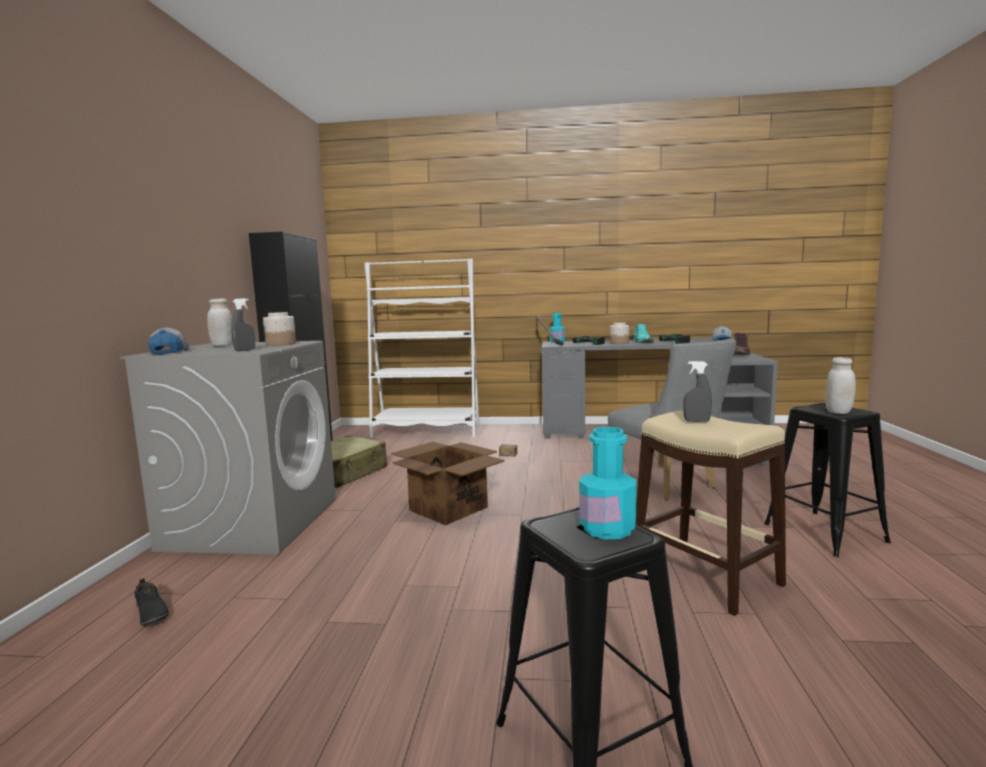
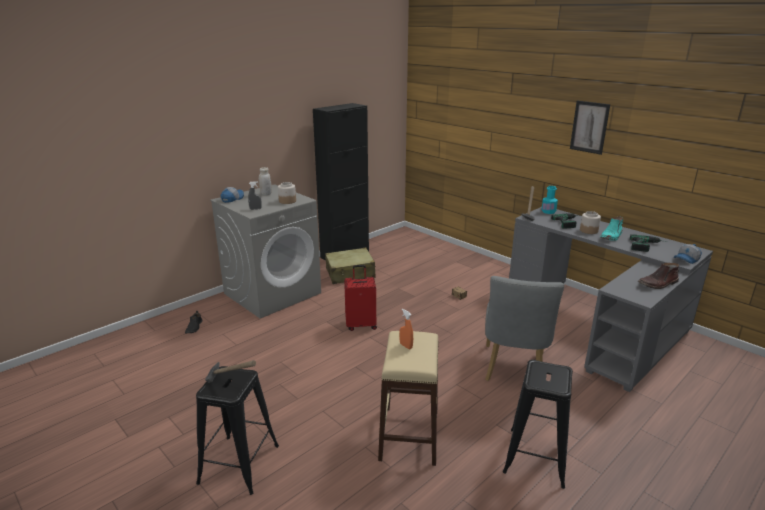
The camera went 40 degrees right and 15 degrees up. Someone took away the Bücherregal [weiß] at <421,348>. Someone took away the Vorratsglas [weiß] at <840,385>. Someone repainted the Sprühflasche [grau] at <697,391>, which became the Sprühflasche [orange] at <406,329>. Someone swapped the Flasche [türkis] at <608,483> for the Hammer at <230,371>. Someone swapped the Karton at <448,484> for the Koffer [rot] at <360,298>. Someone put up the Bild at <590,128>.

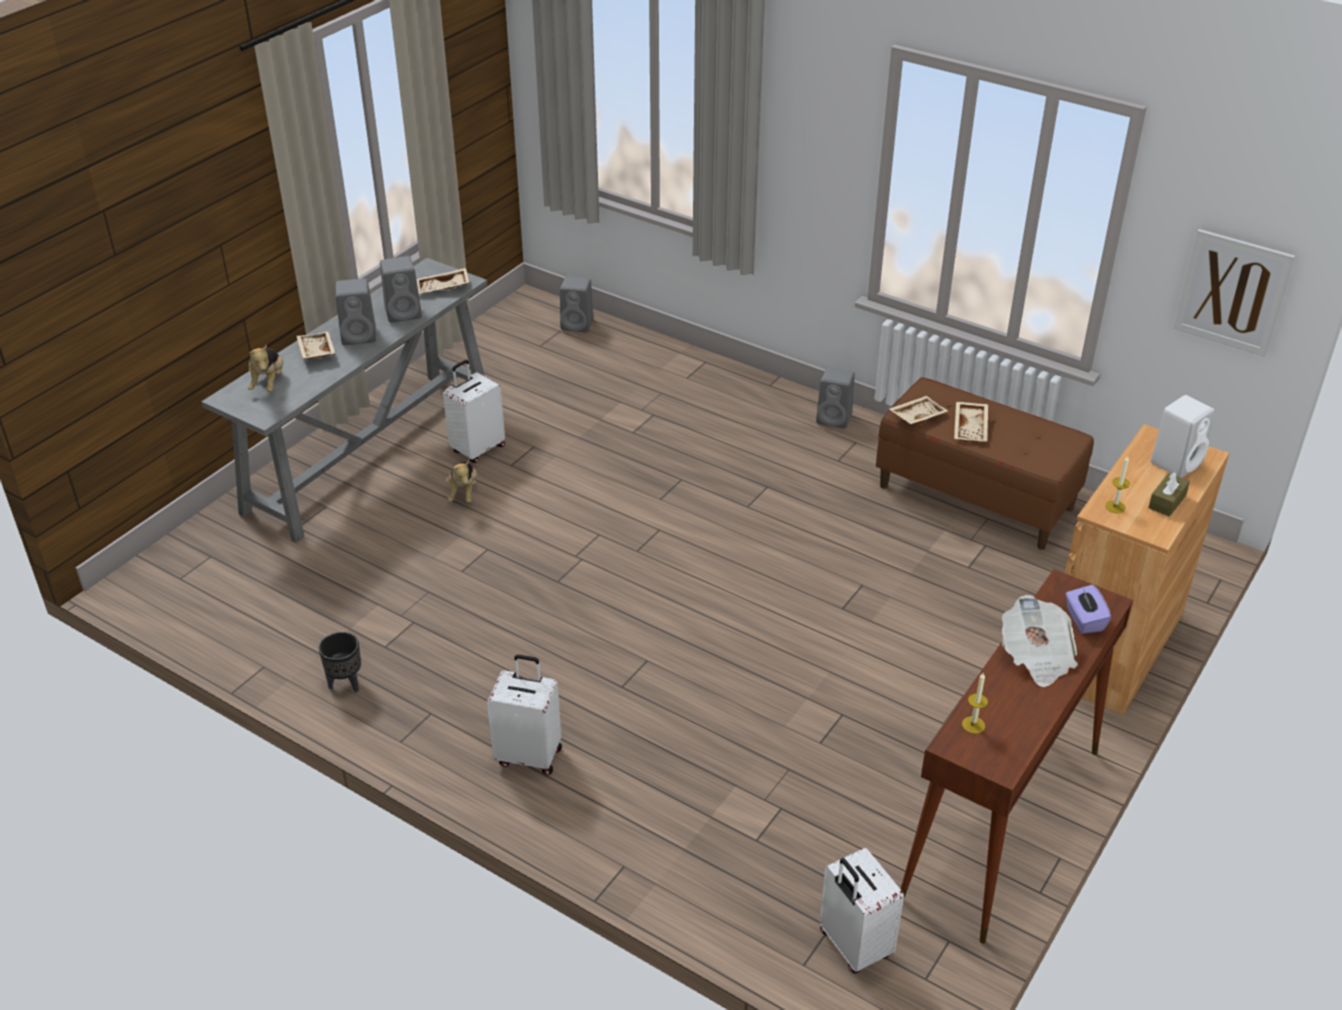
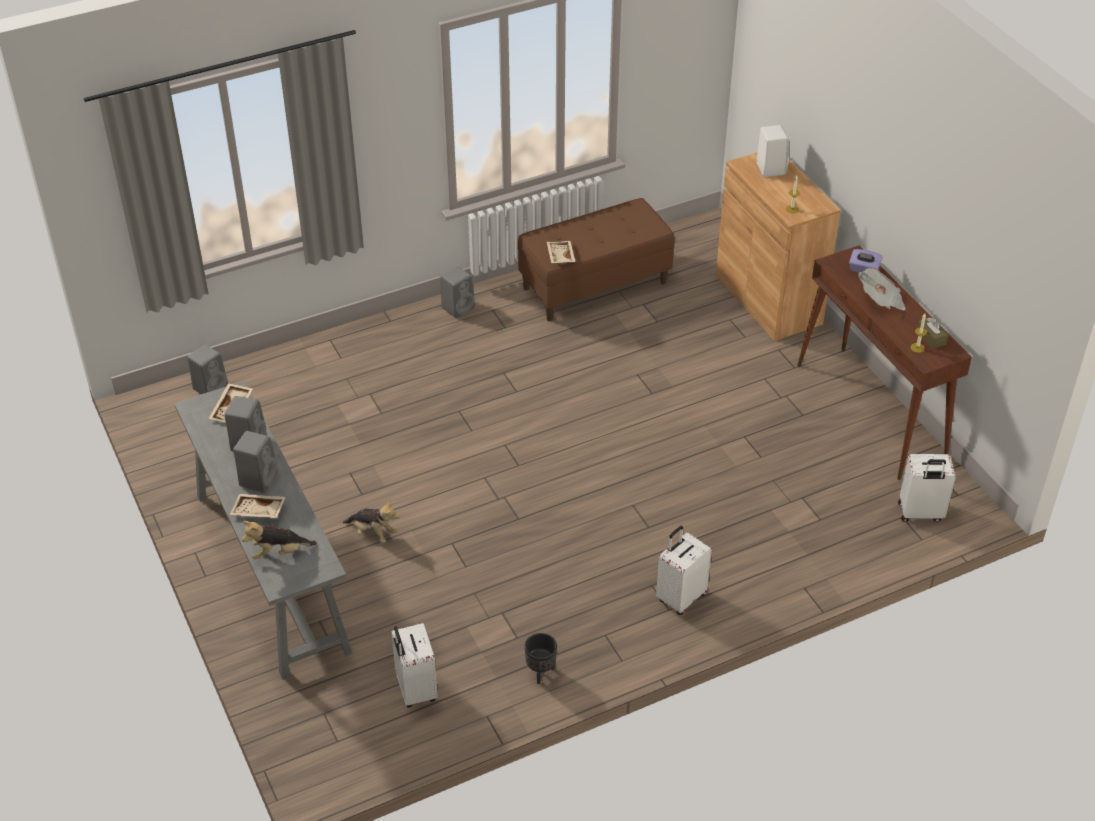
The camera went 60 degrees left and 5 degrees up. Someone took away the Bild at <1234,293>. Someone rotated the Plüschtier at <266,368> by 135 degrees clockwise. Someone carried the Koffer [weiß] from <474,411> to <414,665>. Someone took away the Tablett [beige] at <971,422>. Someone carried the Taschentuchbox [braun] from <1169,494> to <932,332>.

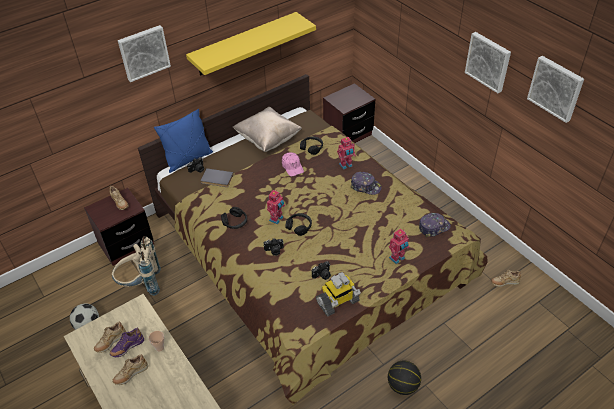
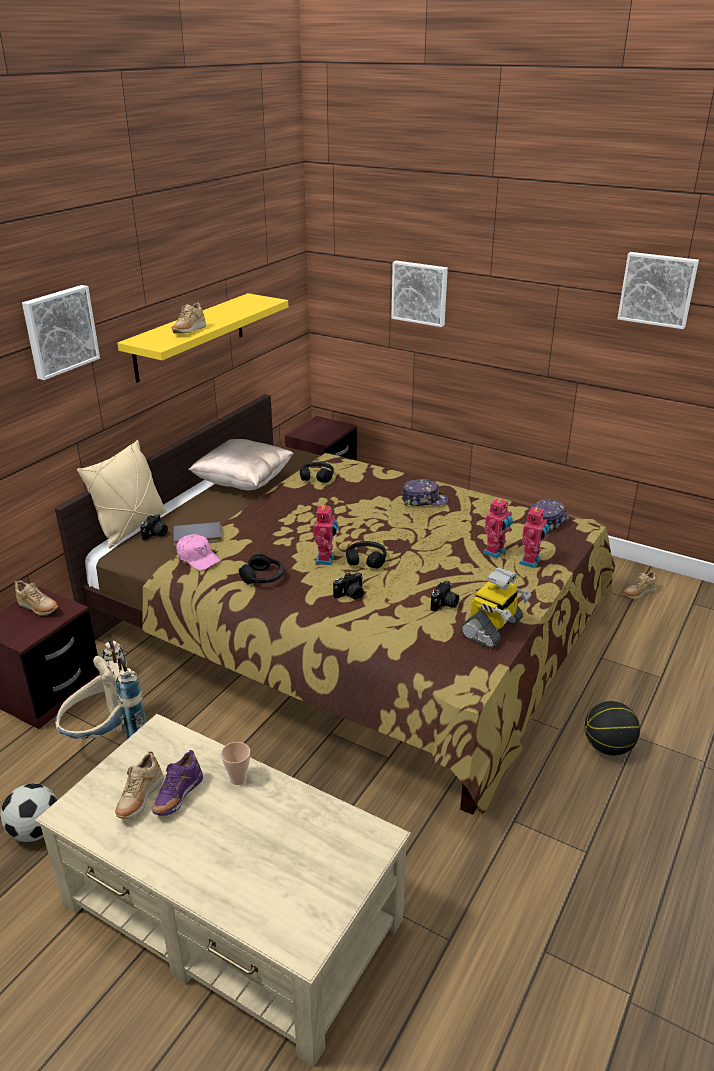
The camera went 25 degrees left and 15 degrees down. Someone carried the Bild from <488,62> to <419,294>. Someone repainted the Kissen [blau] at <183,141>, which became the Kissen [beige] at <122,494>. Someone carried the Spielzeugroboter from <346,153> to <498,528>. Someone carried the Kappe [rosa] from <293,164> to <198,552>. Someone carried the Schuh [beige] from <130,369> to <189,317>.

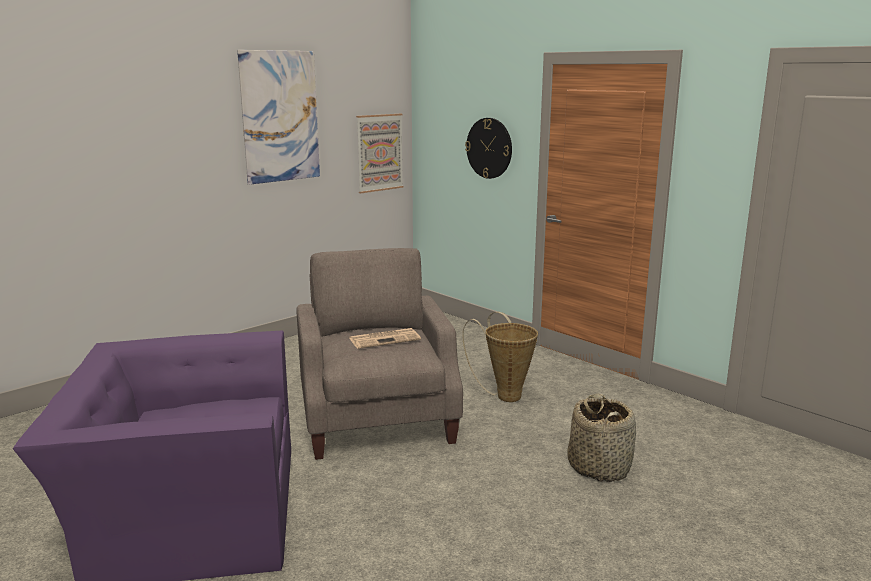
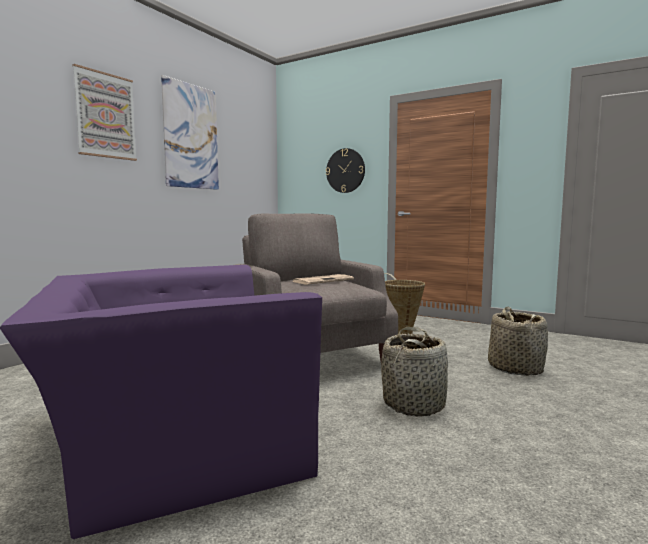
The camera went 15 degrees left and 10 degrees down. Someone carried the Bild from <379,153> to <104,112>. Someone put down the Korb at <414,372>.

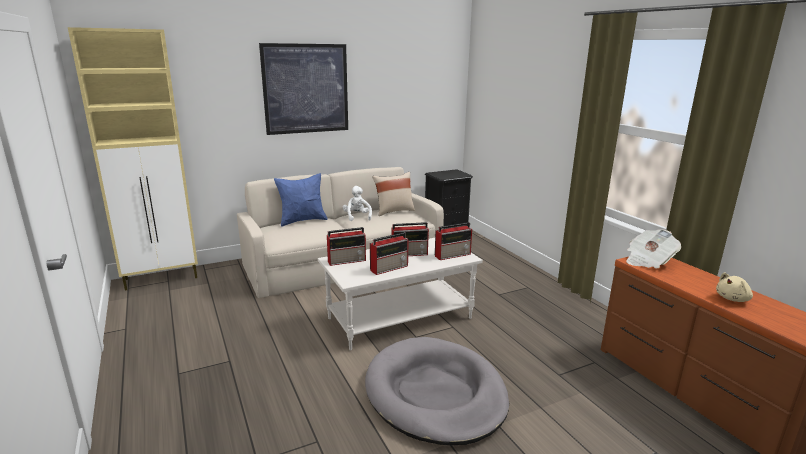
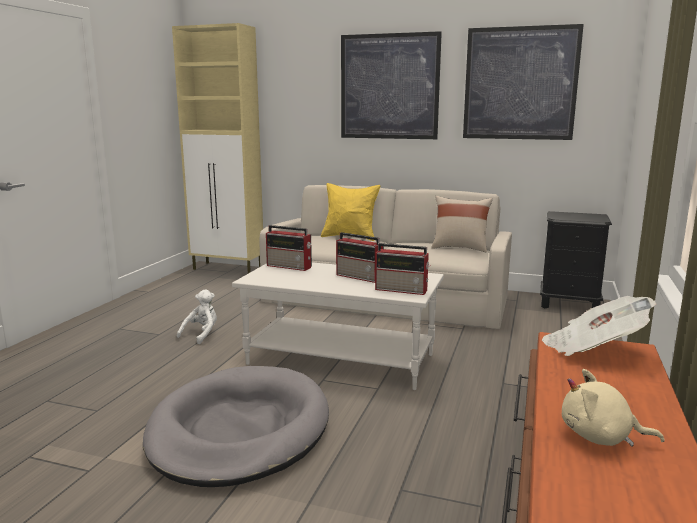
The camera went 45 degrees right and 5 degrees down. Someone repainted the Kissen [blau] at <301,199>, which became the Kissen [gelb] at <350,212>. Someone carried the Plüschtier [weiß] from <357,203> to <197,316>. Someone took away the Radio at <389,253>. Someone put up the Bild at <523,82>.

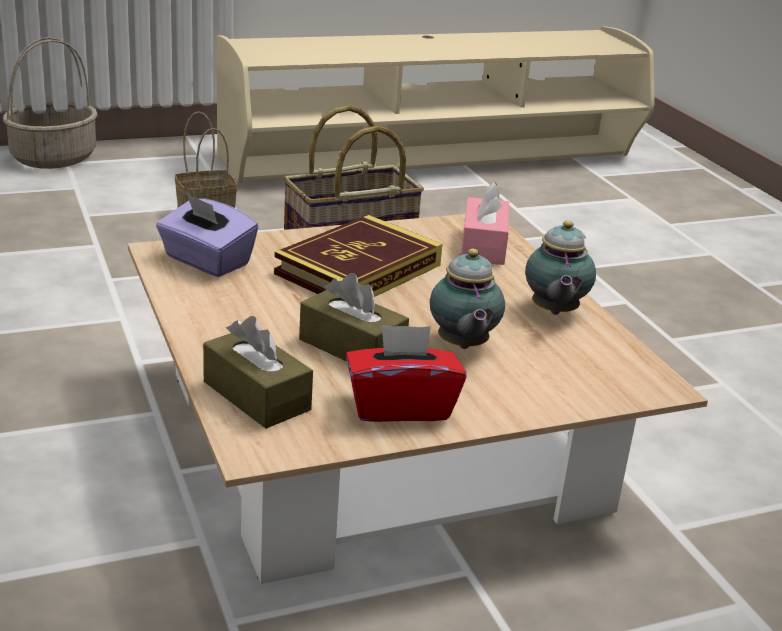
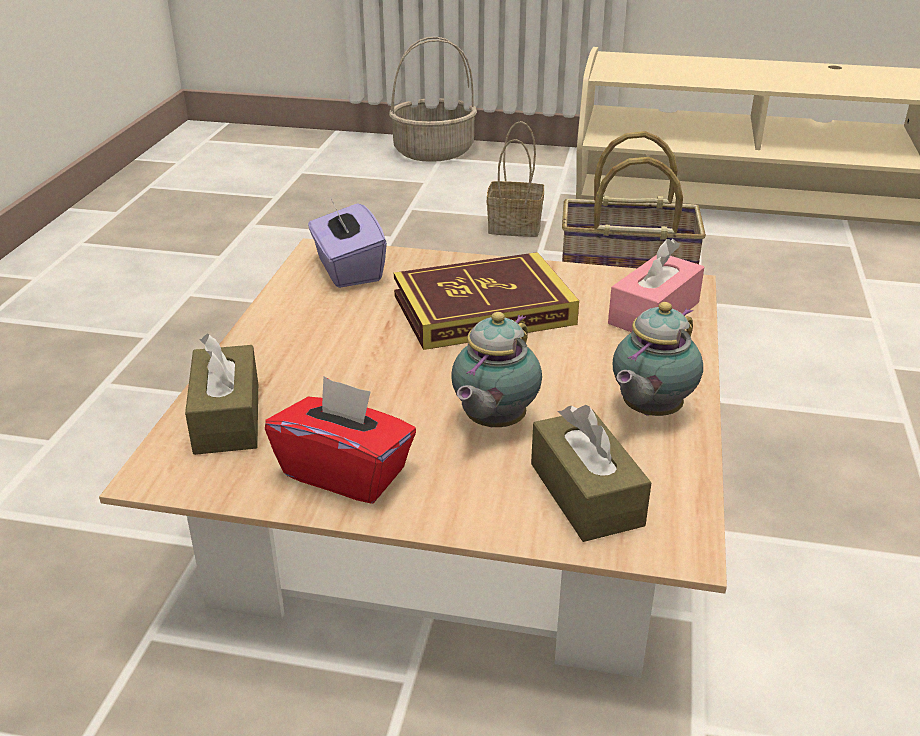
The camera went 35 degrees right and 5 degrees up. Someone carried the Taschentuchbox [braun] from <354,317> to <591,473>.

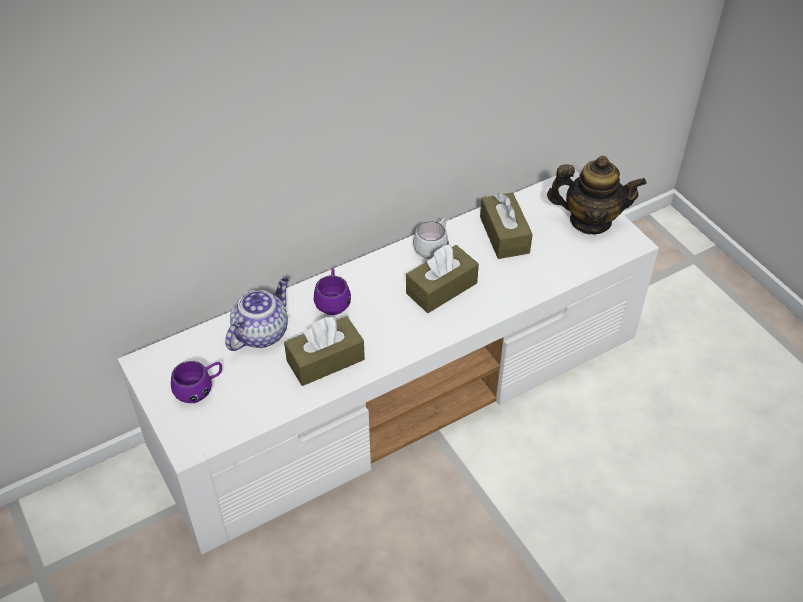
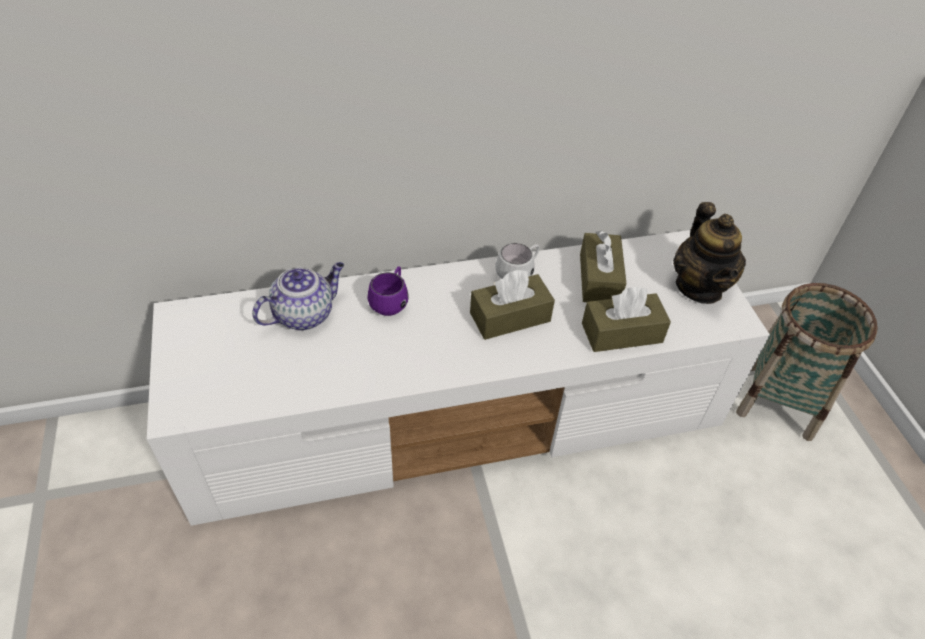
The camera went 15 degrees right and 0 degrees up. Someone rotated the Teekanne at <597,195> by 60 degrees clockwise. Someone carried the Taschentuchbox [braun] from <324,350> to <626,319>. Someone took away the Henkelbecher [lila] at <196,382>. Someone put down the Korb at <807,362>.

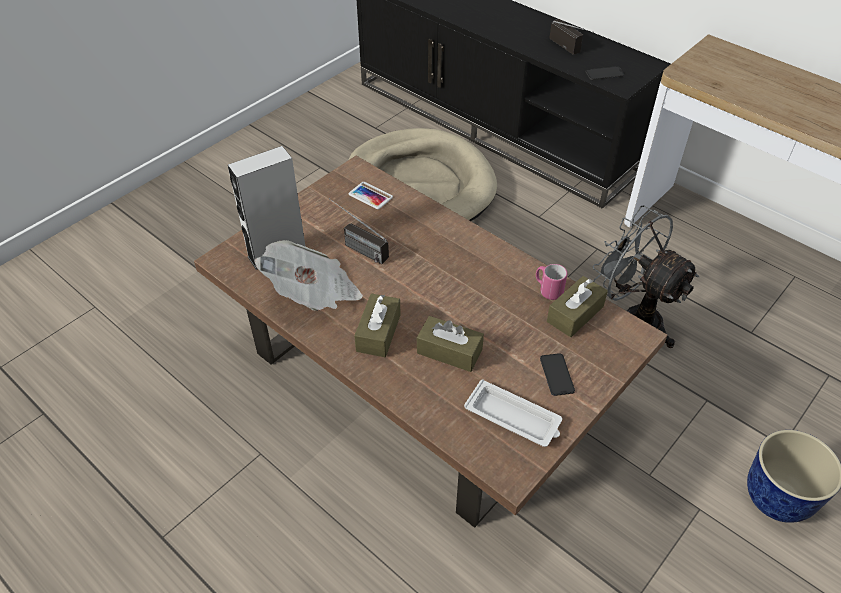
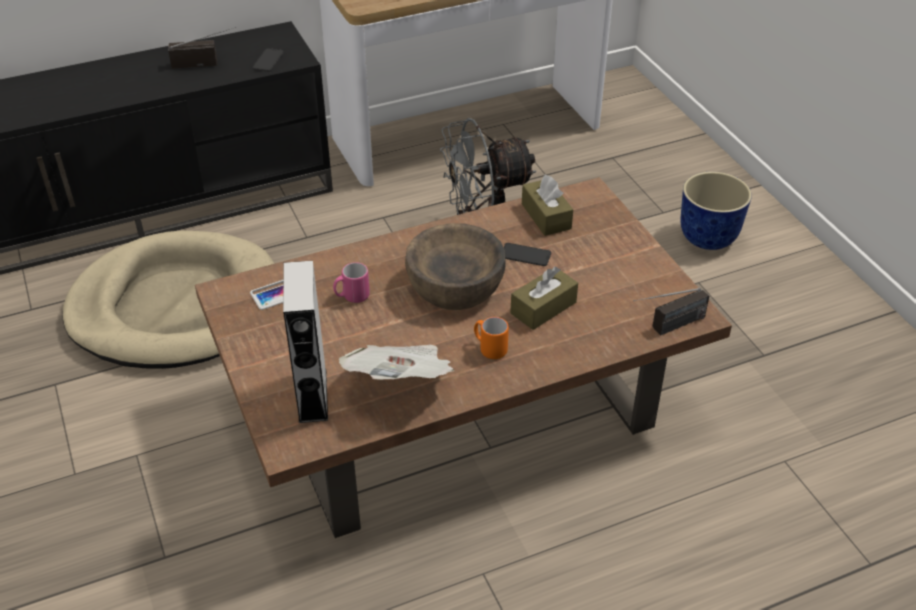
The camera went 65 degrees left and 5 degrees down. Someone carried the Radio from <359,231> to <671,311>. Someone carried the Henkelbecher [rosa] from <551,282> to <351,282>. Someone swapped the Taschentuchbox [braun] at <377,325> for the Henkelbecher [orange] at <491,338>. Someone carried the Handy from <557,374> to <527,254>. Someone took away the Tablett [weiß] at <513,413>. Someone put down the Schüssel [braun] at <455,266>.

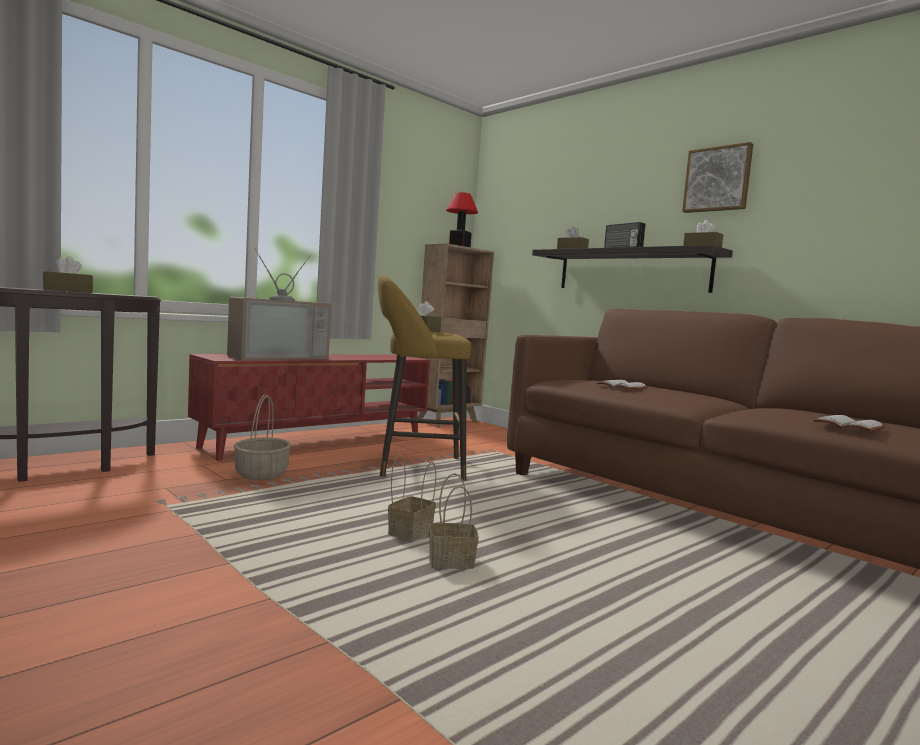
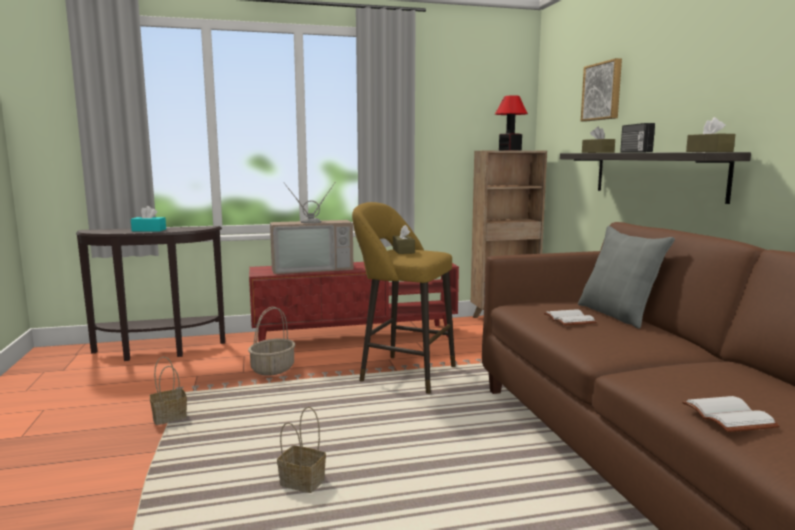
The camera went 30 degrees right and 5 degrees up. Someone carried the Bild from <717,177> to <601,89>. Someone repainted the Taschentuchbox [braun] at <68,274>, which became the Taschentuchbox [türkis] at <148,218>. Someone carried the Korb from <412,498> to <168,391>. Someone put down the Kissen [grau] at <626,277>.

